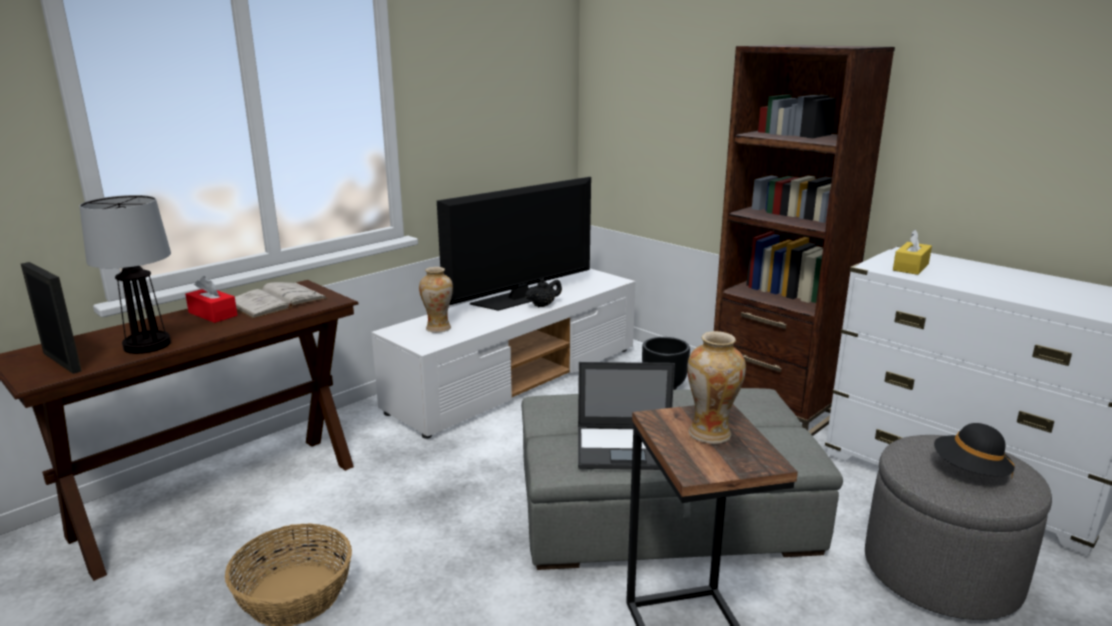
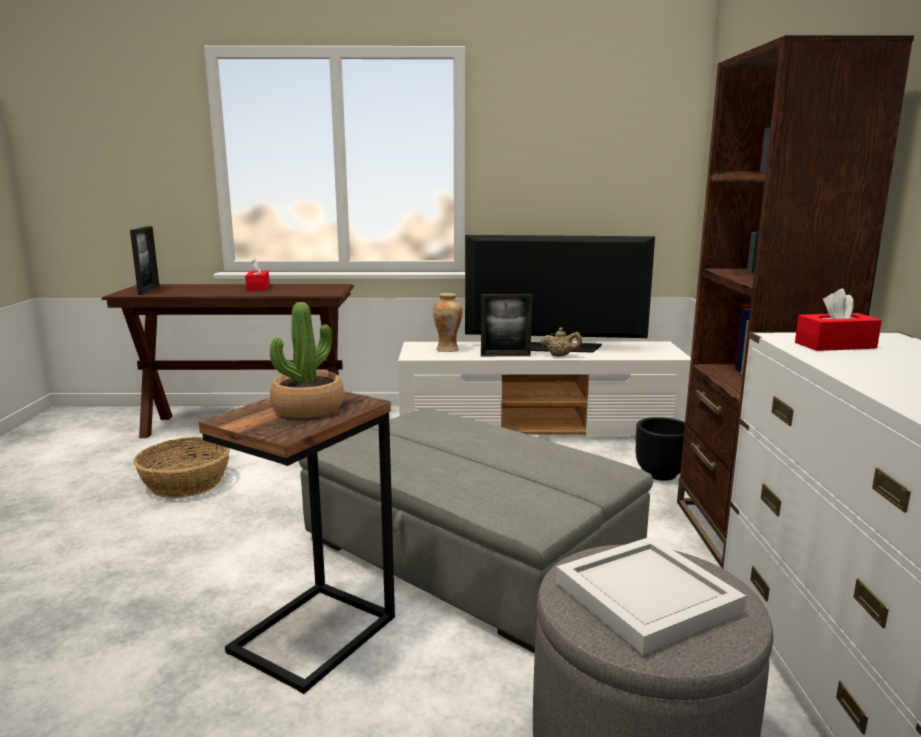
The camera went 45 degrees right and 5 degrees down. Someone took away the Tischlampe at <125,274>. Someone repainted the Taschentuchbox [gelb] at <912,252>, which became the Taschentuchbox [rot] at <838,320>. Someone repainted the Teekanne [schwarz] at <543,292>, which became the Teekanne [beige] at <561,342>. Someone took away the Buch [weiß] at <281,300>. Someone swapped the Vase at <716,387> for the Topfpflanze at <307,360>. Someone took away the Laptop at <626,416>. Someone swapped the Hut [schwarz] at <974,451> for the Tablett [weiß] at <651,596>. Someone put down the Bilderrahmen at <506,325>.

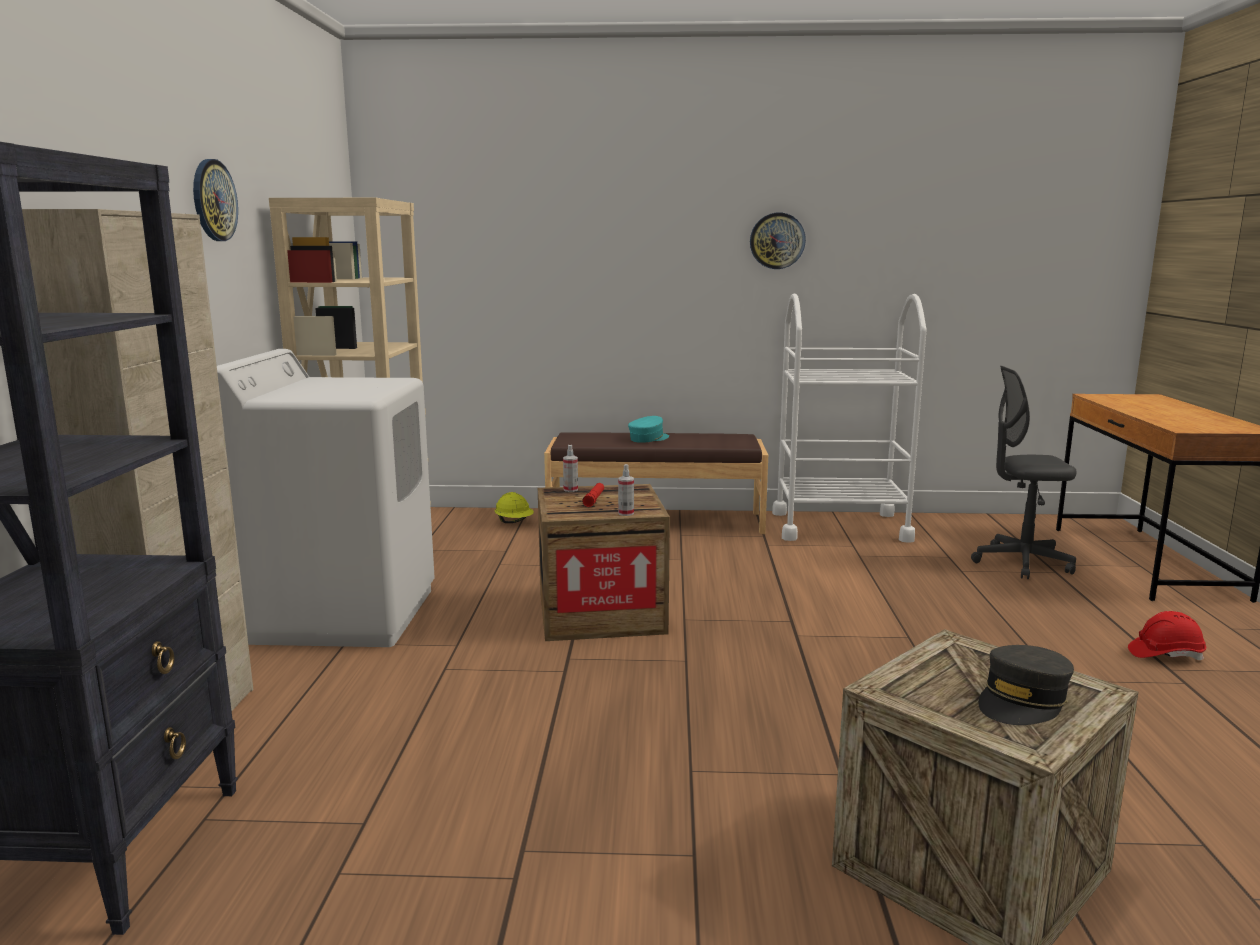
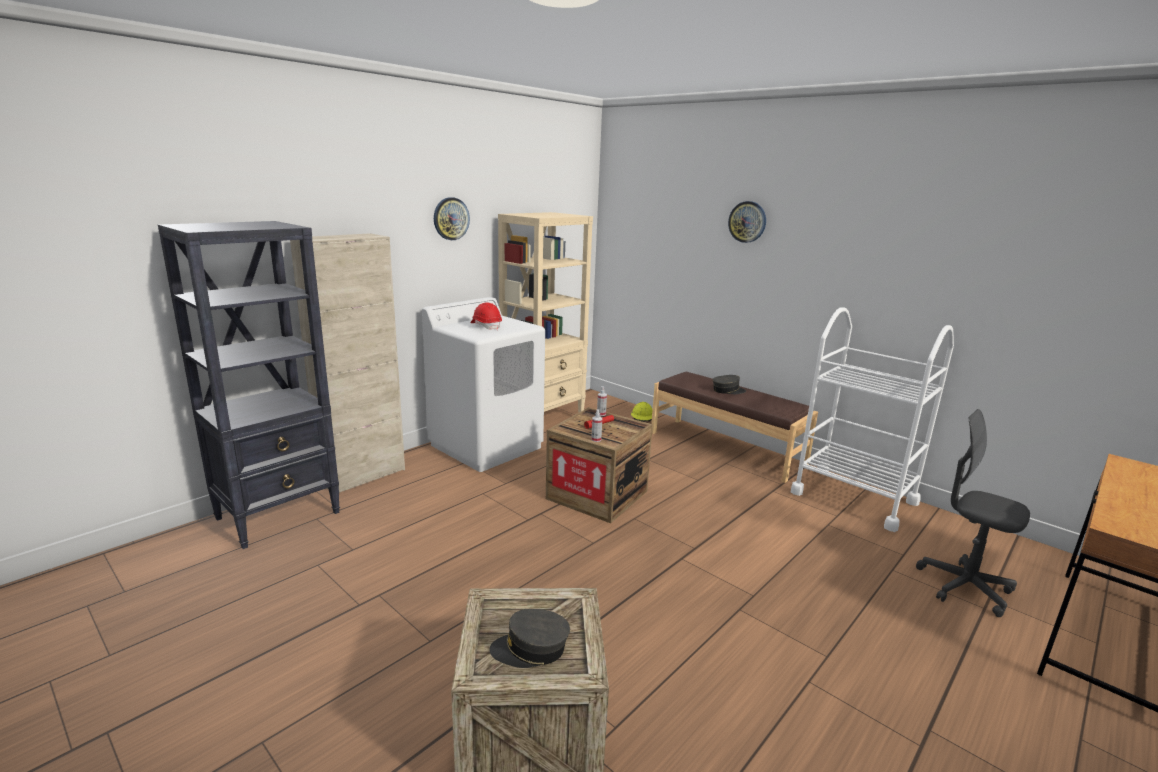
The camera went 40 degrees right and 5 degrees up. Someone carried the Wanduhr from <778,241> to <747,222>. Someone repainted the Kappe [türkis] at <648,429>, which became the Kappe [grau] at <729,384>. Someone carried the Schutzhelm [rot] from <1167,635> to <486,316>.

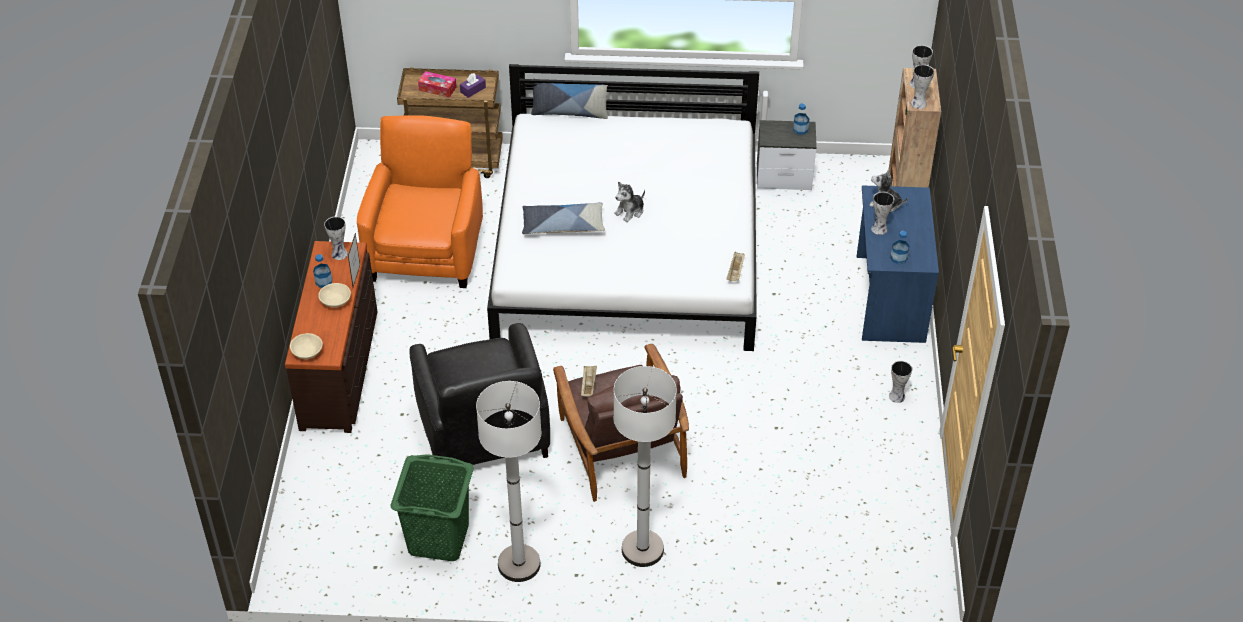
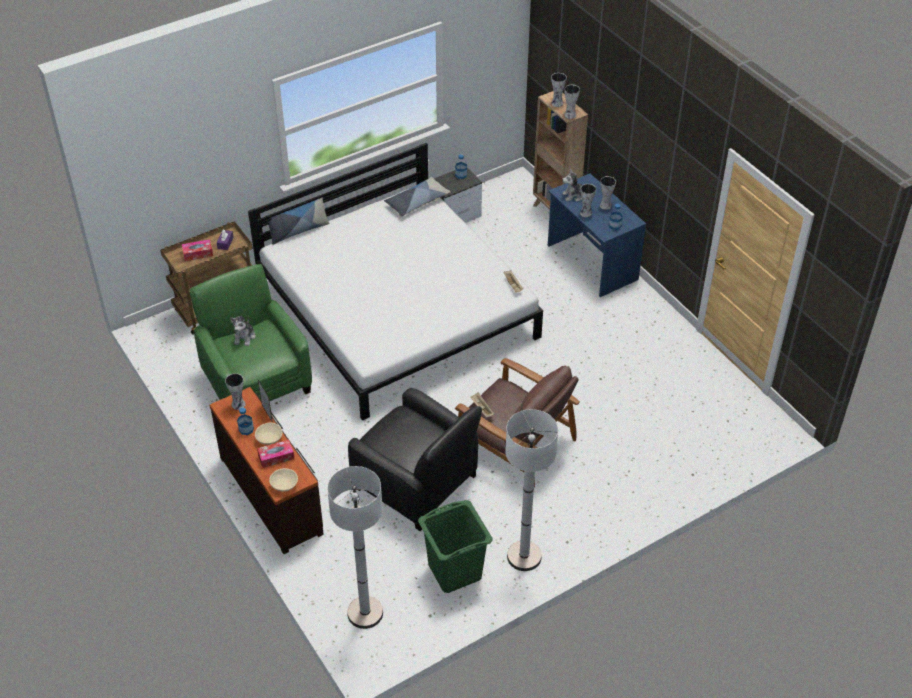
The camera went 35 degrees left and 0 degrees up. Someone repainted the Sessel [orange] at <420,201>, which became the Sessel [grün] at <251,332>. Someone carried the Plüschtier from <629,202> to <242,331>. Someone carried the Kissen from <563,218> to <417,197>. Someone carried the Vase from <900,382> to <608,193>. Someone carried the Stehlampe [weiß] from <645,466> to <355,547>. Someone put down the Taschentuchbox at <275,454>.

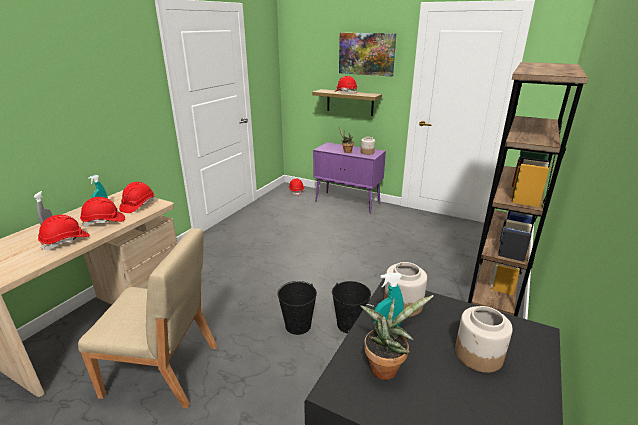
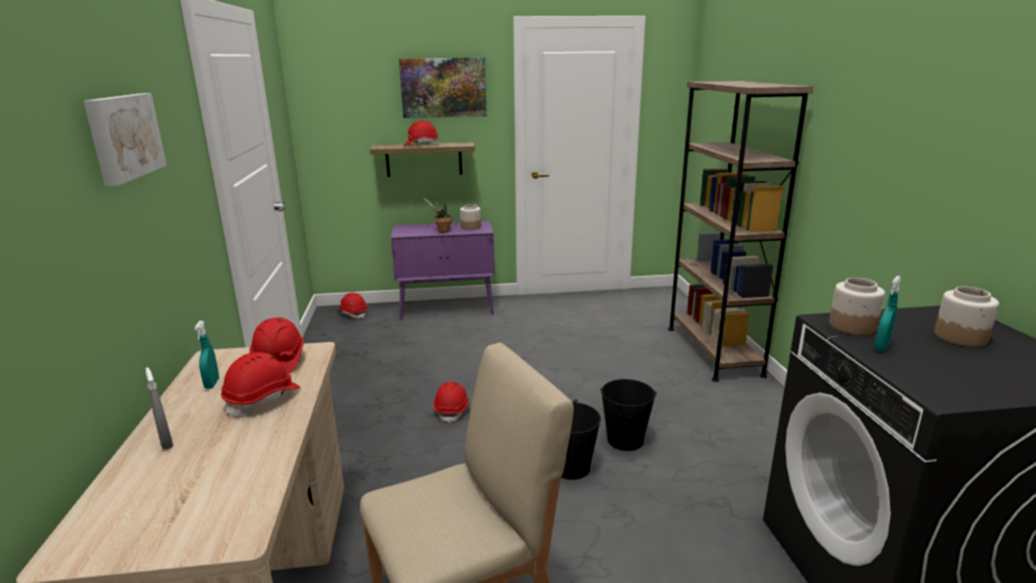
The camera went 35 degrees left and 5 degrees down. Someone carried the Schutzhelm [rot] from <64,233> to <451,402>. Someone took away the Topfpflanze at <397,337>. Someone put up the Bild at <125,139>.

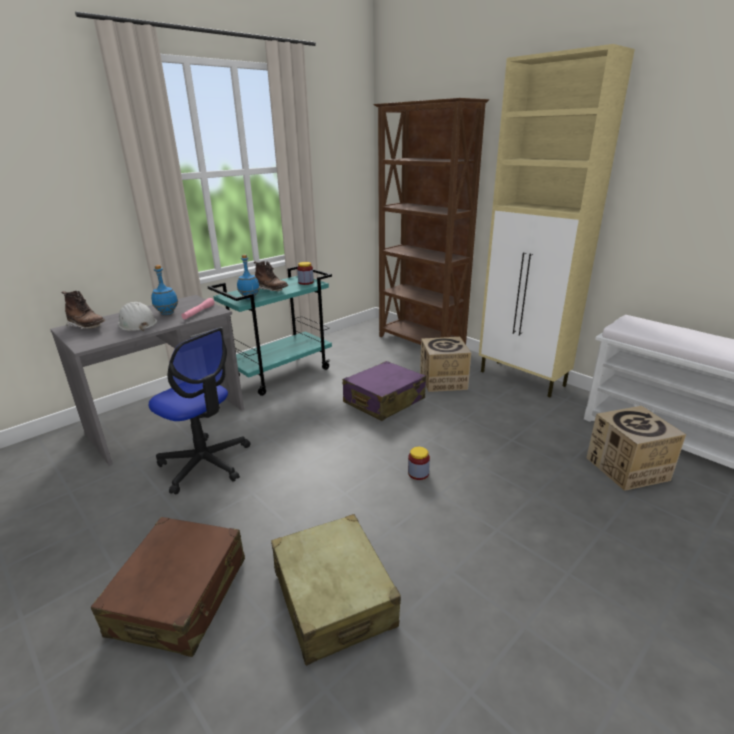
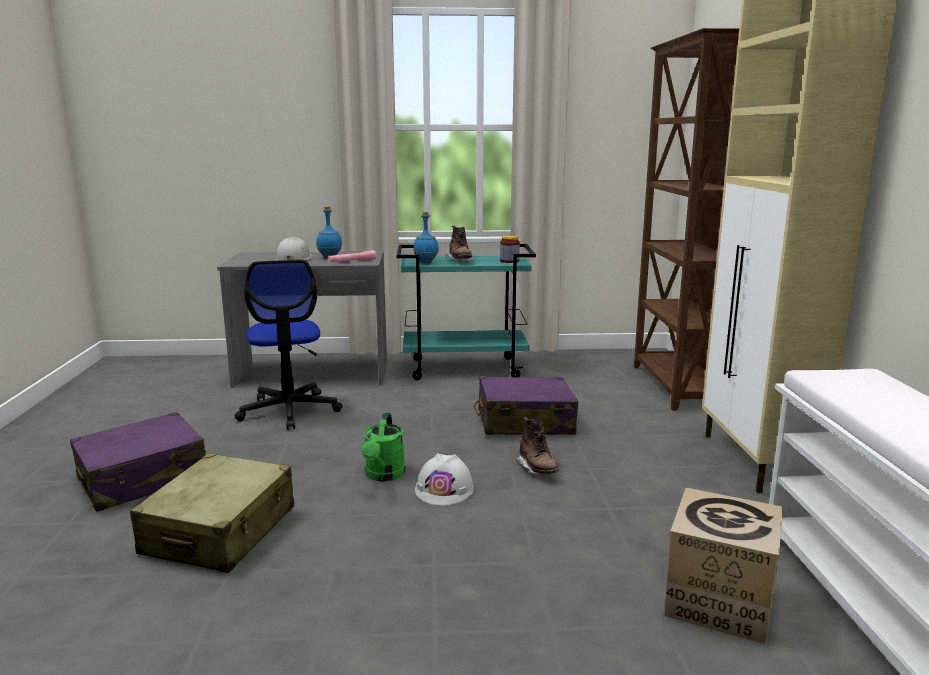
The camera went 40 degrees right and 10 degrees down. Someone carried the Stiefel [braun] from <83,310> to <537,446>. Someone took away the Karton at <445,364>. Someone swapped the Vorratsglas at <419,463> for the Schutzhelm [weiß] at <444,479>. Someone repainted the Koffer [braun] at <168,587>, which became the Koffer [lila] at <138,462>. Someone put down the Gießkanne [grün] at <383,446>.

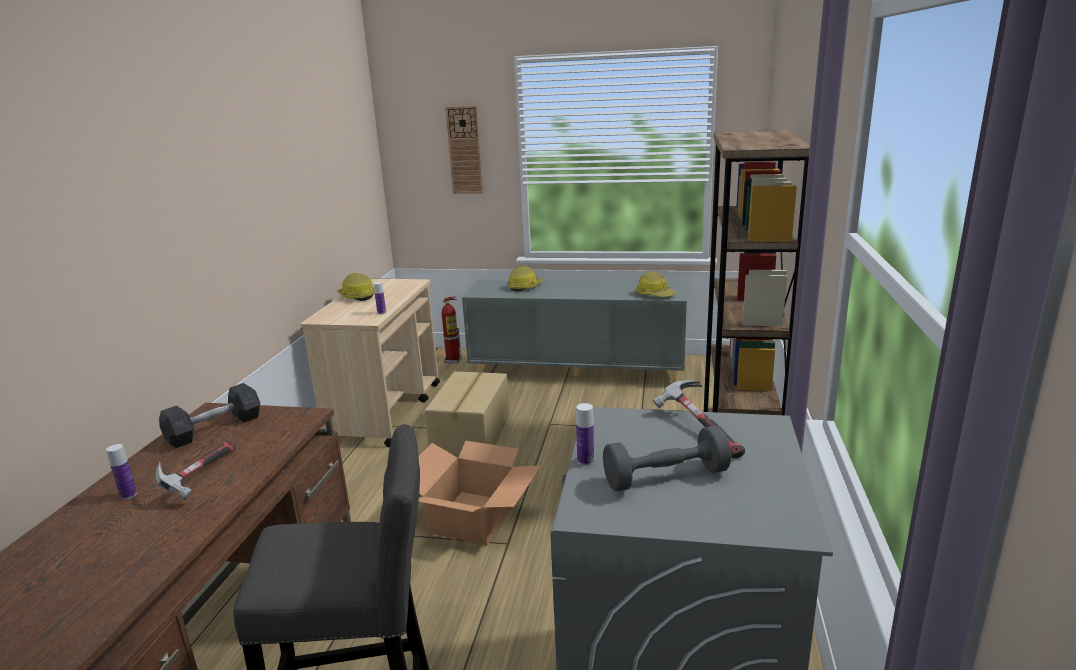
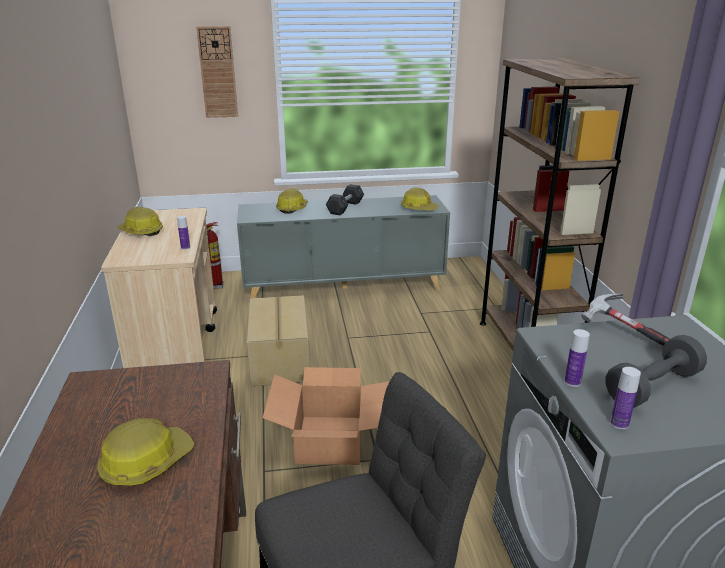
The camera went 20 degrees left and 5 degrees up. Someone carried the Hantel [grau] from <209,415> to <345,199>. Someone swapped the Hammer at <195,470> for the Schutzhelm at <146,452>. Someone carried the Flasche from <121,472> to <625,398>.

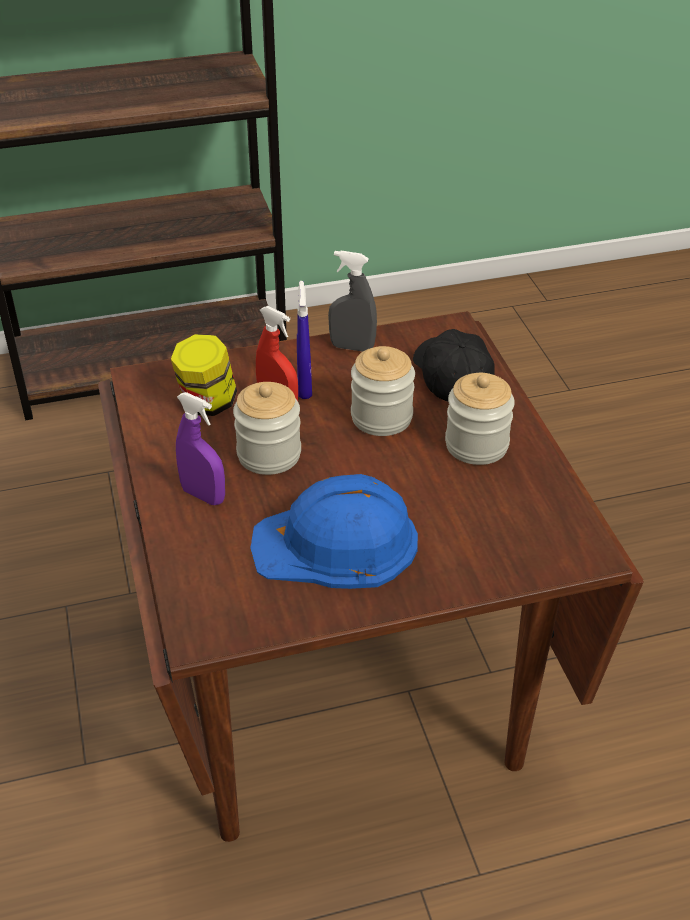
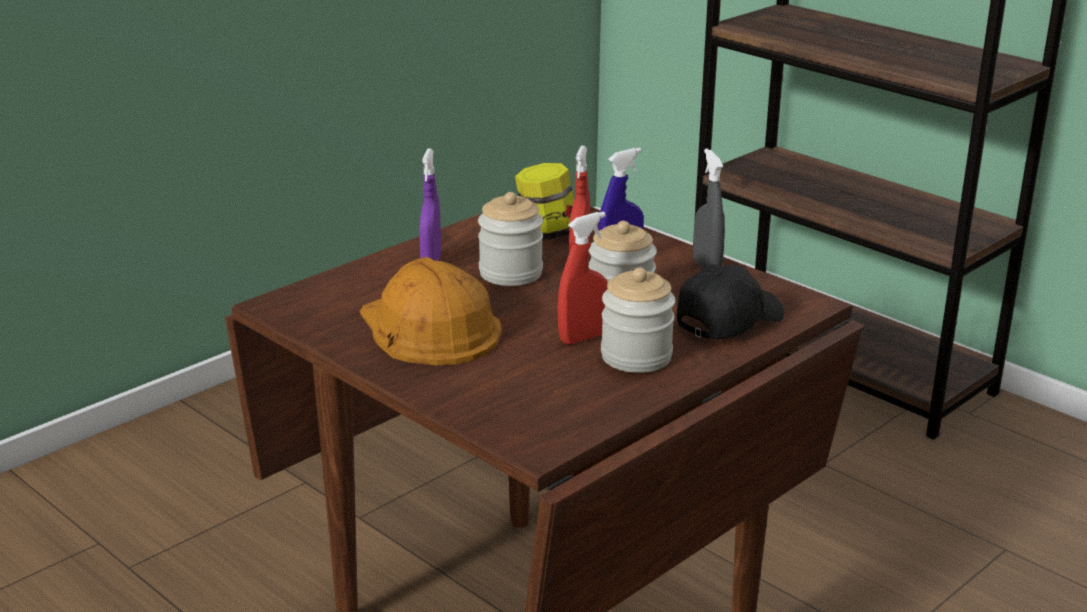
The camera went 60 degrees right and 15 degrees down. Someone repainted the Schutzhelm [blau] at <334,531>, which became the Schutzhelm [orange] at <431,311>. Someone put down the Sprühflasche [rot] at <582,277>.

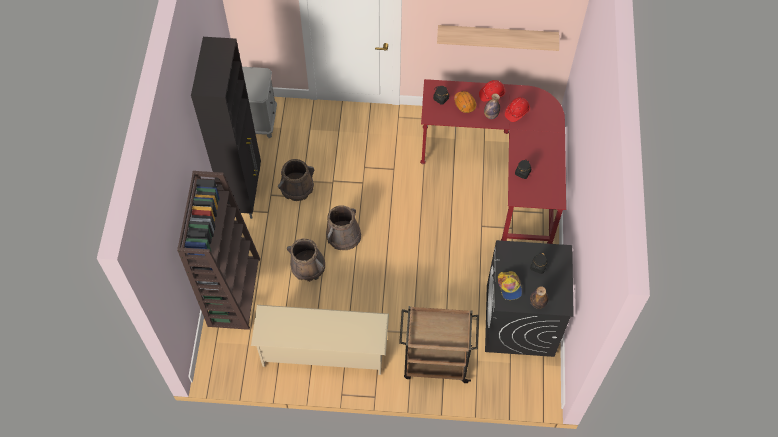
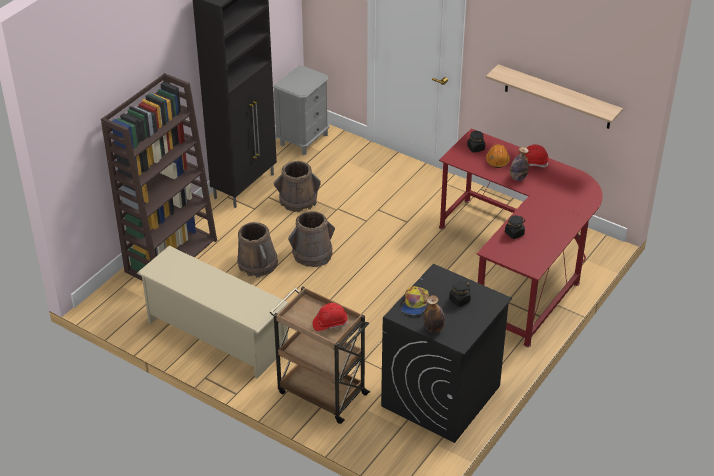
The camera went 30 degrees right and 20 degrees down. Someone carried the Schutzhelm [rot] from <517,109> to <330,317>.

